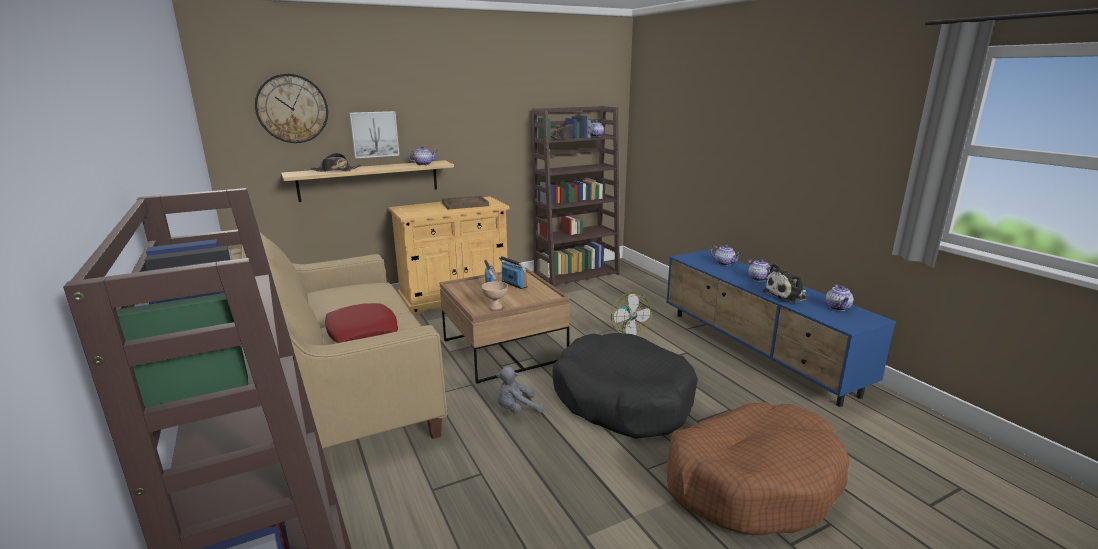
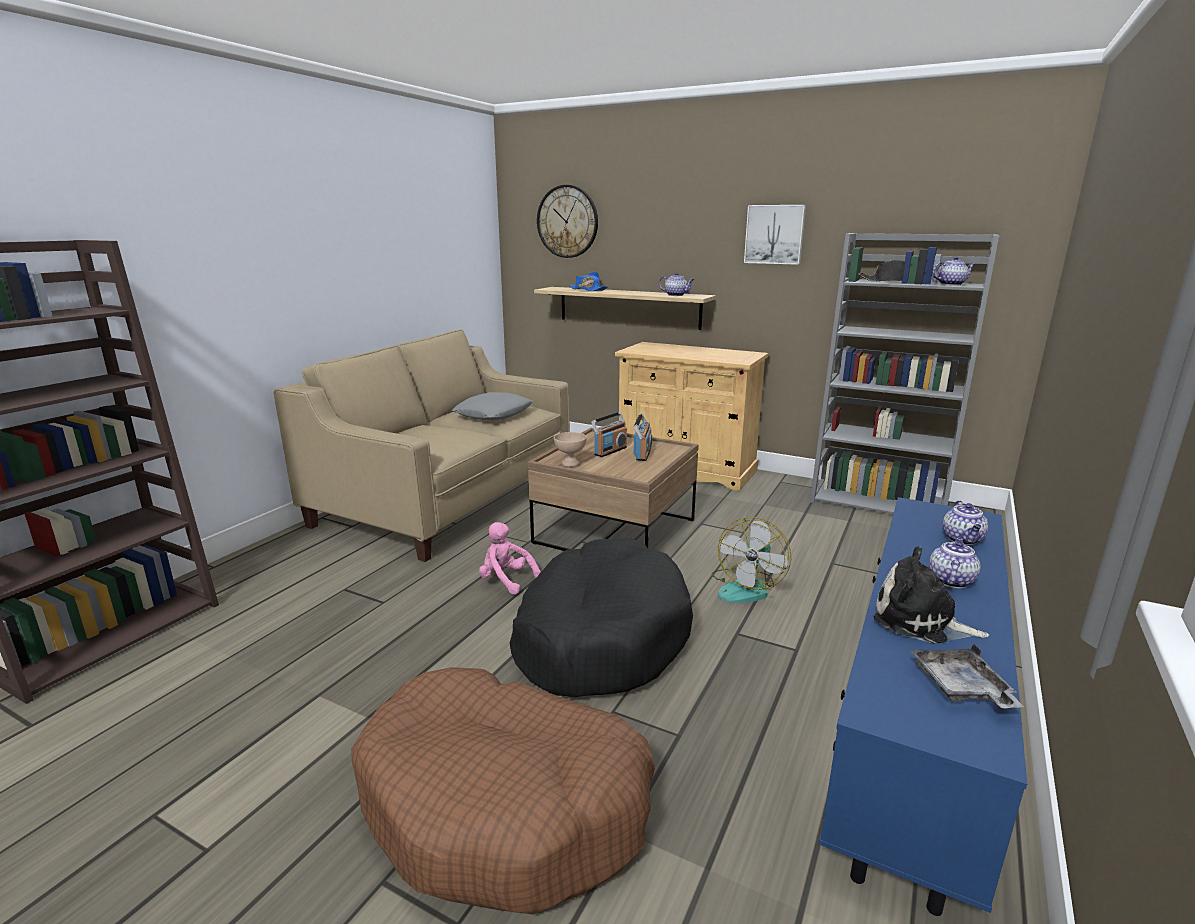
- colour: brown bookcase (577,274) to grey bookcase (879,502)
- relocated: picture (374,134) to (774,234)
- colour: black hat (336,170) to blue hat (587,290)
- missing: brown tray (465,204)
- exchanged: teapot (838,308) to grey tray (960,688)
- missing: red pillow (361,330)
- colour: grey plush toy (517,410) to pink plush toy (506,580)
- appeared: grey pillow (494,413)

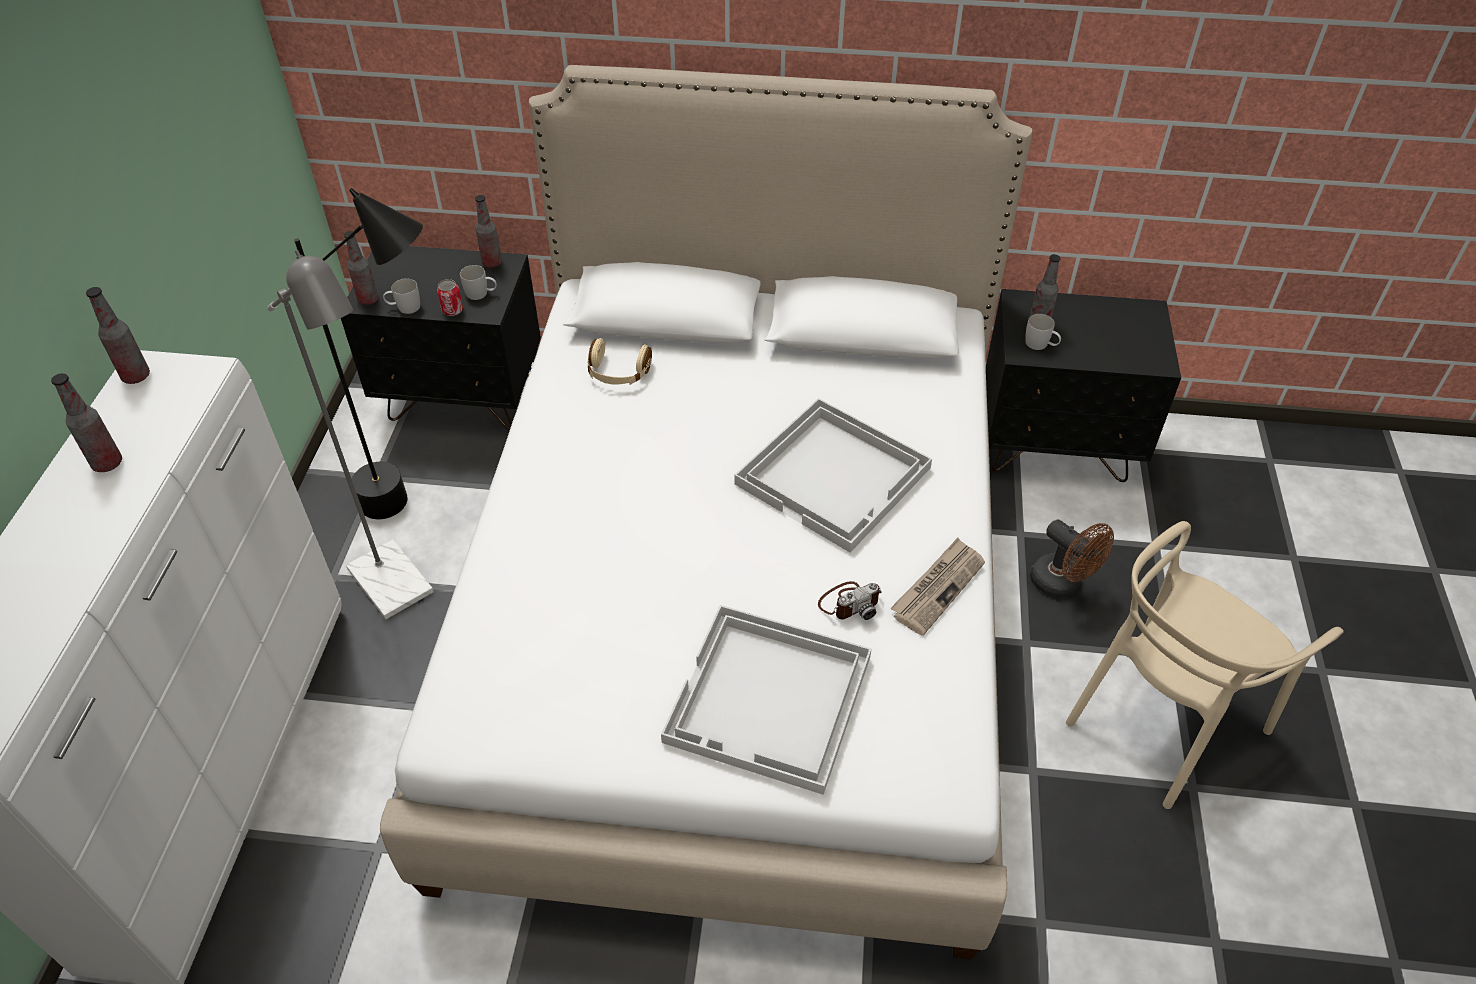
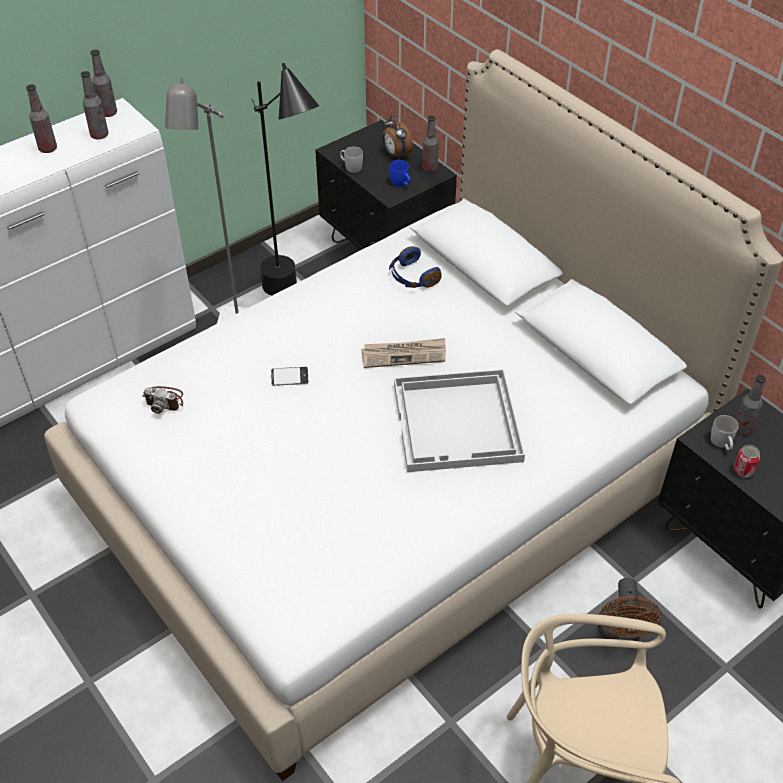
- relocated: bottle (368,300) to (99,135)
- colour: white mug (481,294) to blue mug (401,183)
- relocated: can (452,310) to (743,470)
- colour: beige headphones (618,373) to blue headphones (412,277)
- relocated: newspaper (937,587) to (404,354)
- relocated: photo camera (849,603) to (165,400)
- missing: white tray (770,701)
- appeared: alarm clock (396,155)
- appeared: phone (290,378)

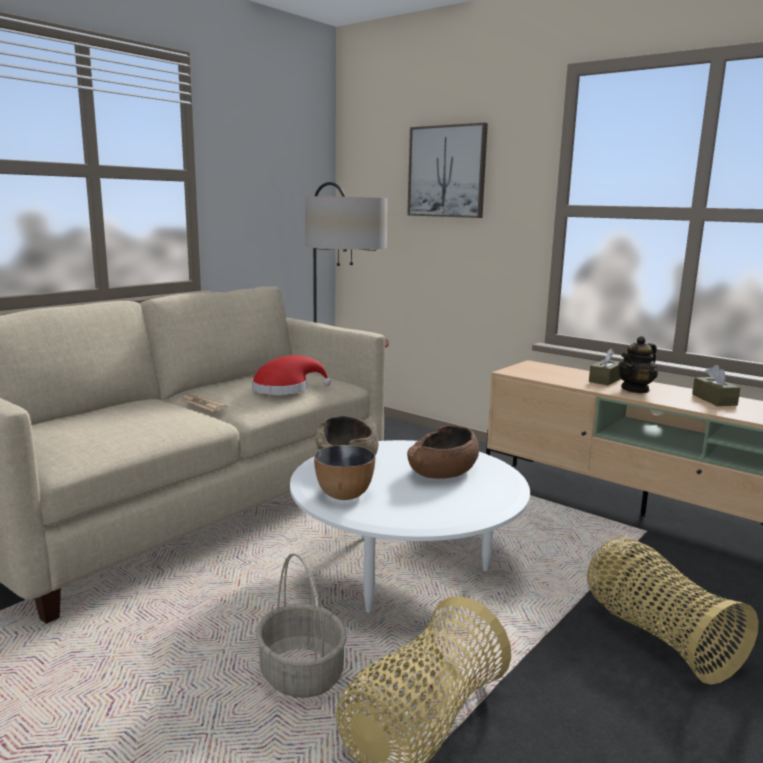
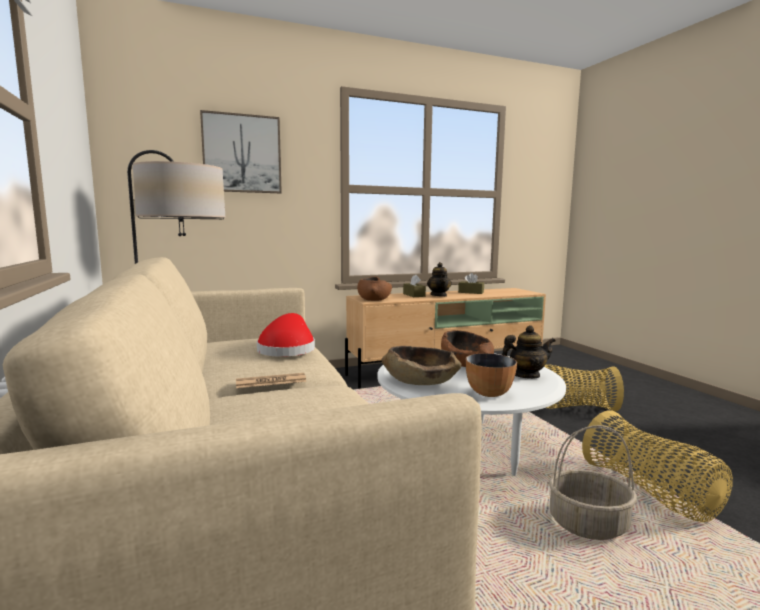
- appeared: brown bowl (374,299)
- appeared: teapot (526,375)

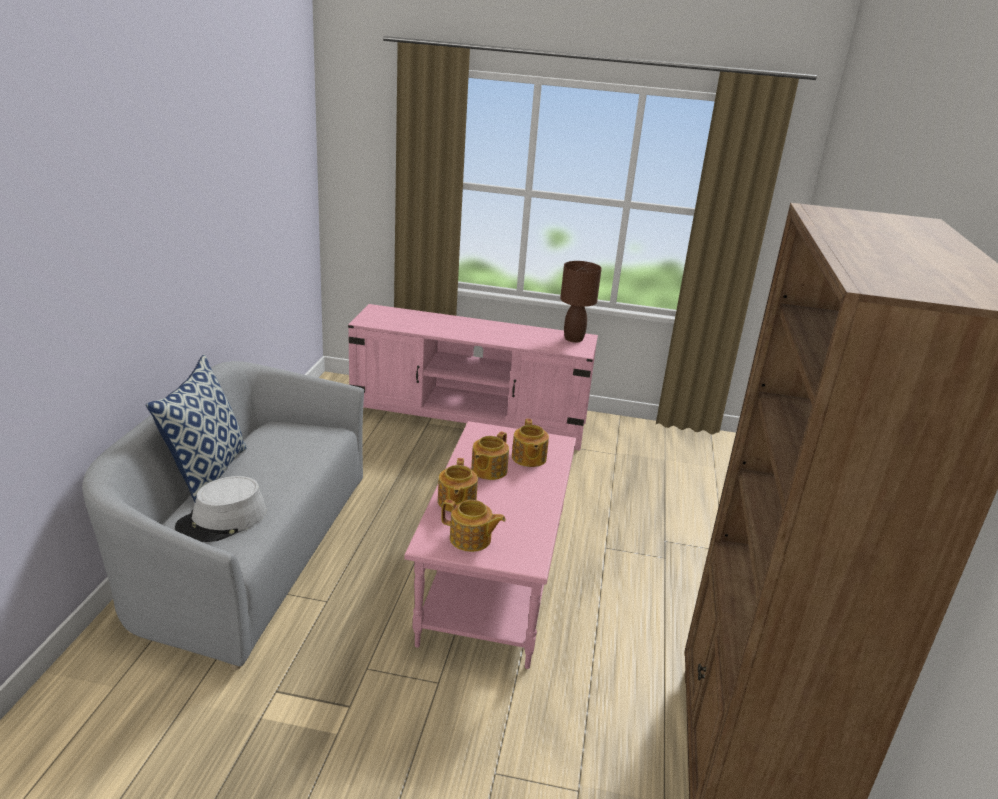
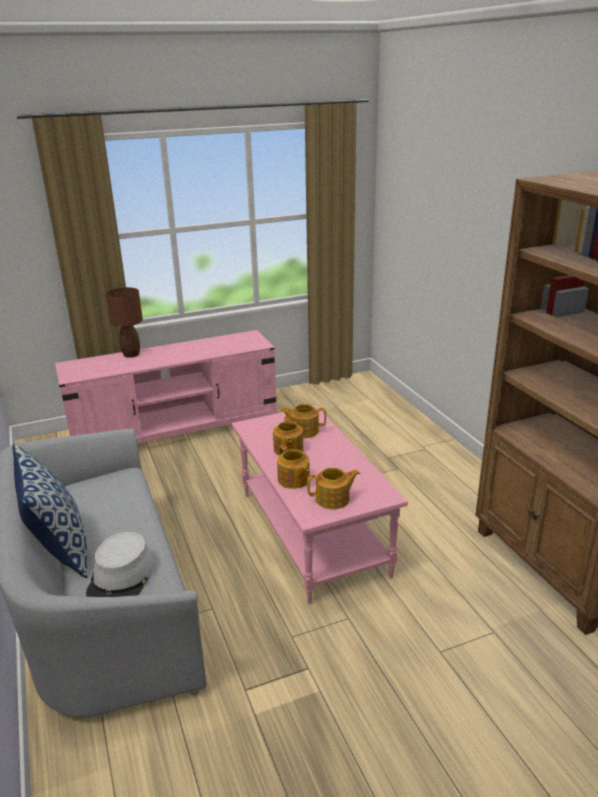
- relocated: brown table lamp (574,339) to (131,354)
- spun: teapot (528,458) = (304,431) 135 degrees clockwise

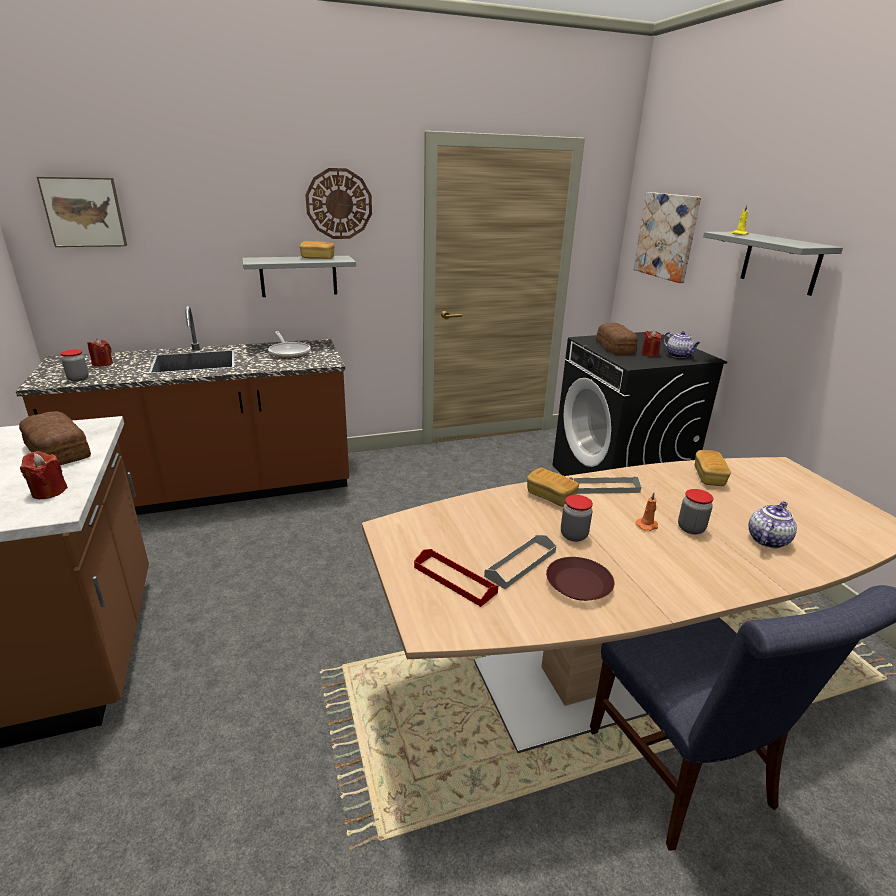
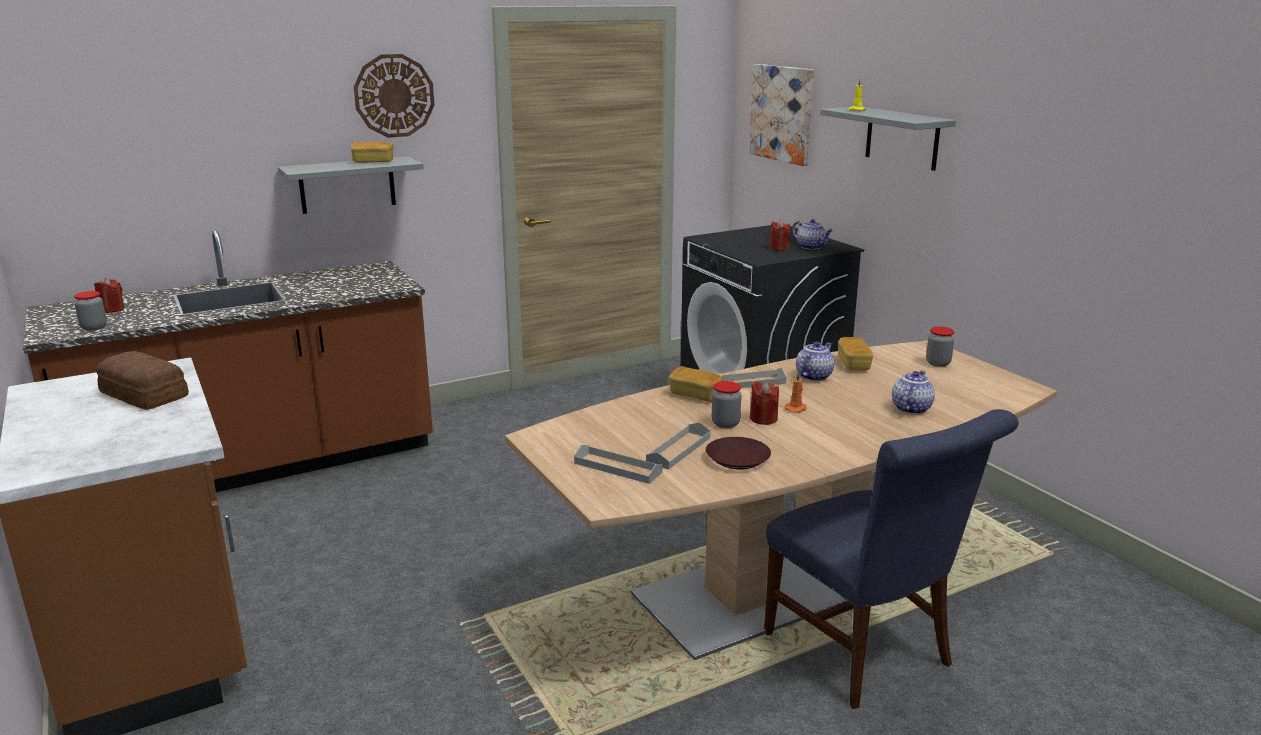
- missing: picture (84,212)
- missing: bread (615,347)
- missing: frying pan (289,352)
- relocated: red candle (49,491) to (763,419)
- relocated: jar (691,528) to (938,363)
- colour: red tray (454,579) to grey tray (617,468)
- appeared: teapot (814,376)

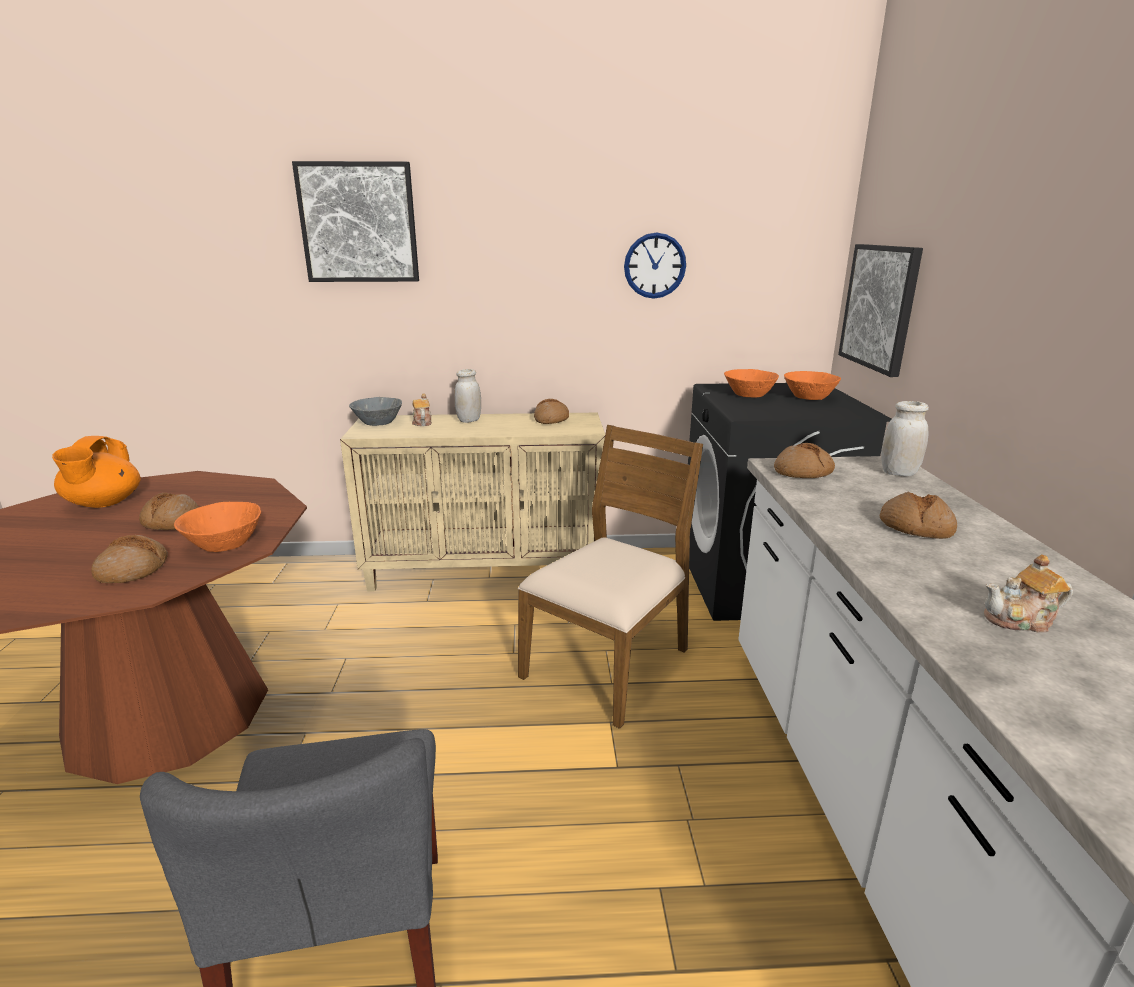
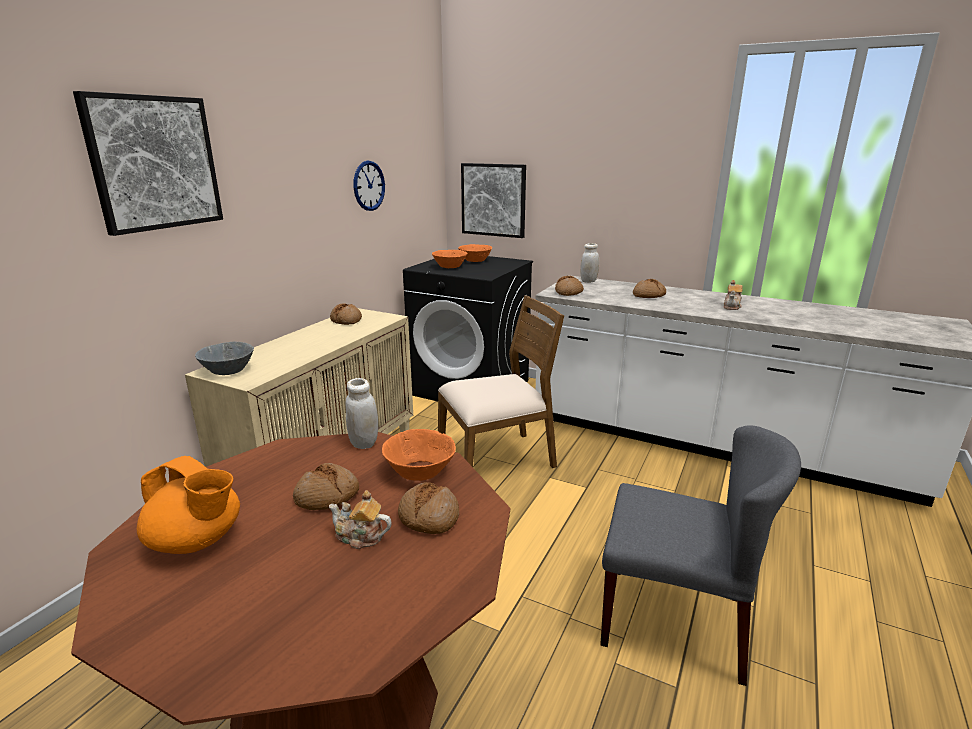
- relocated: white jar (469,420) to (364,443)
- relocated: teapot (422,422) to (360,537)
- spun: brown chair (609,663) = (497,459) 90 degrees clockwise

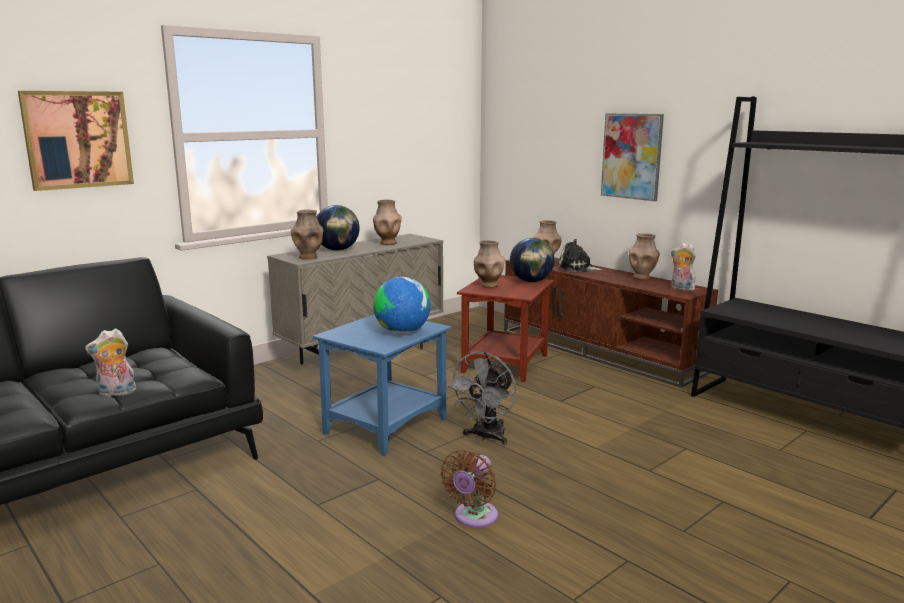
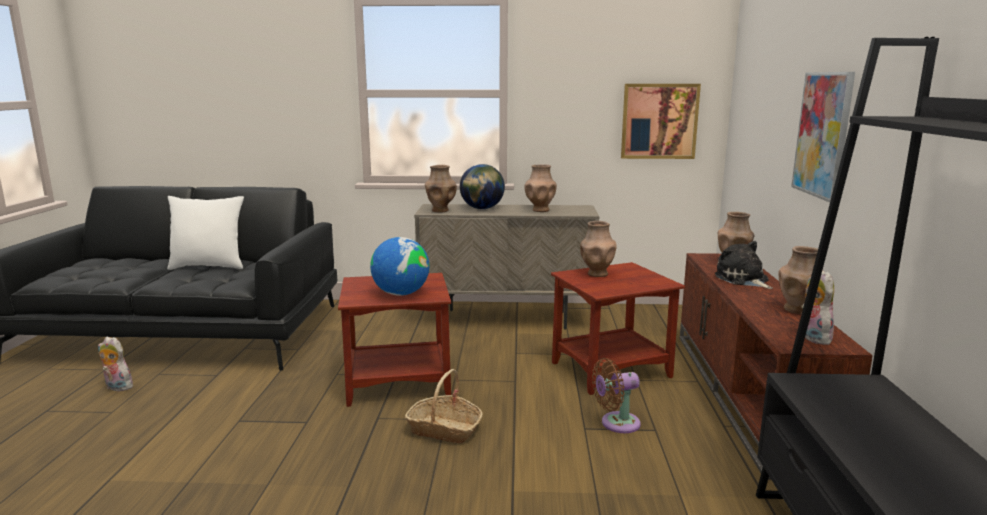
- relocated: picture (78,139) to (659,121)
- missing: globe (531,281)
- colour: blue side table (384,425) to brown side table (398,382)
- relocated: plush toy (116,393) to (117,387)
- exchanged: grey fan (486,437) to basket (444,429)
- relocated: brown fan (473,518) to (616,423)
- appeared: white pillow (209,266)

